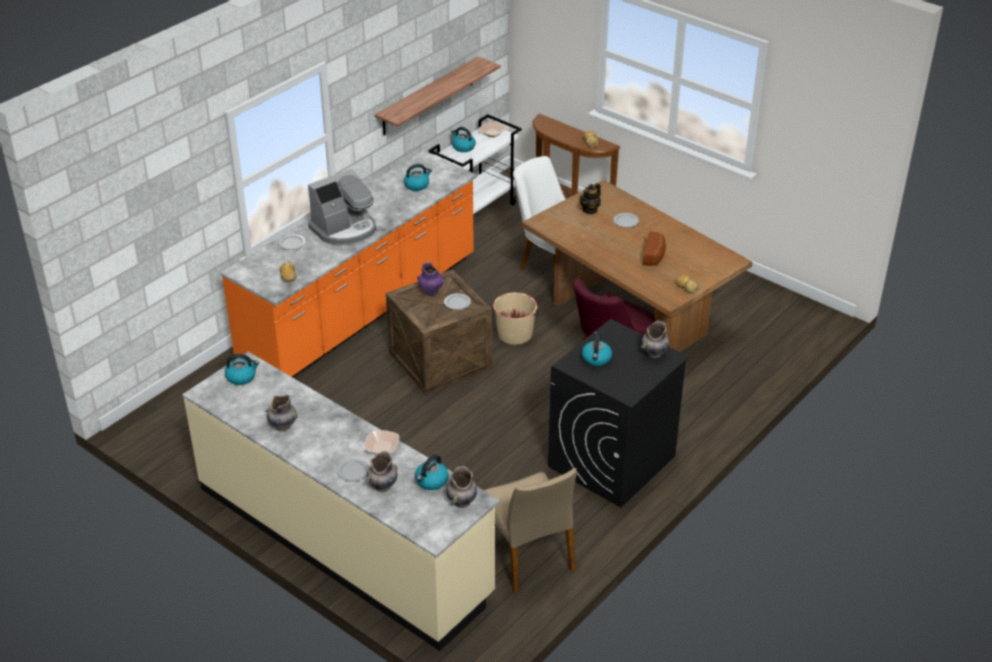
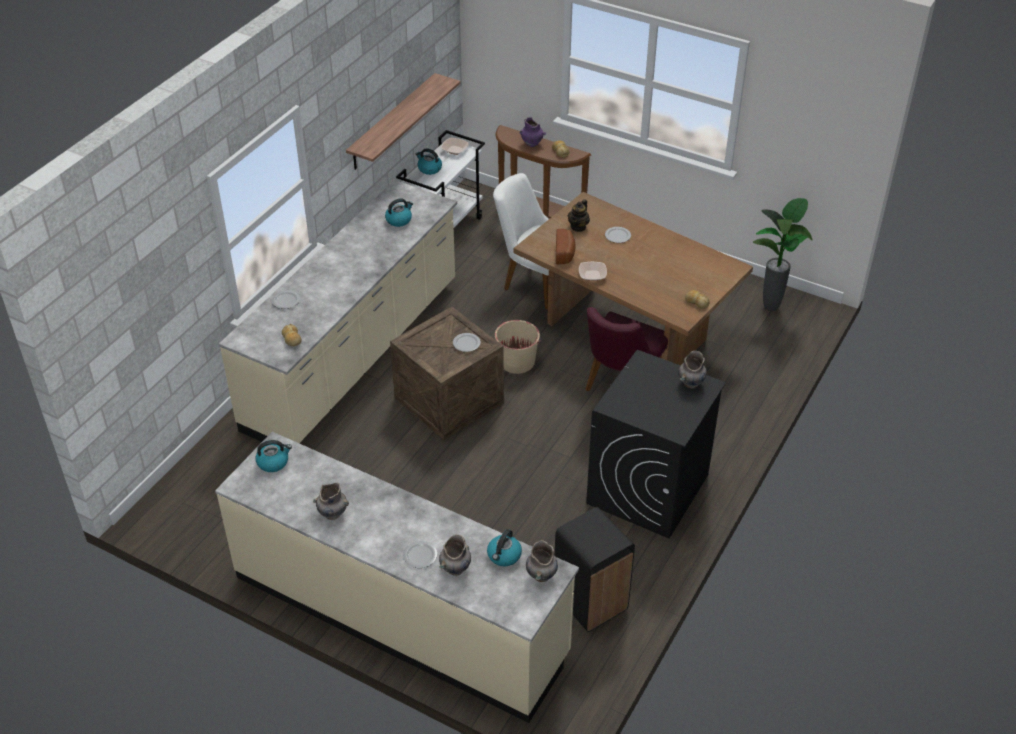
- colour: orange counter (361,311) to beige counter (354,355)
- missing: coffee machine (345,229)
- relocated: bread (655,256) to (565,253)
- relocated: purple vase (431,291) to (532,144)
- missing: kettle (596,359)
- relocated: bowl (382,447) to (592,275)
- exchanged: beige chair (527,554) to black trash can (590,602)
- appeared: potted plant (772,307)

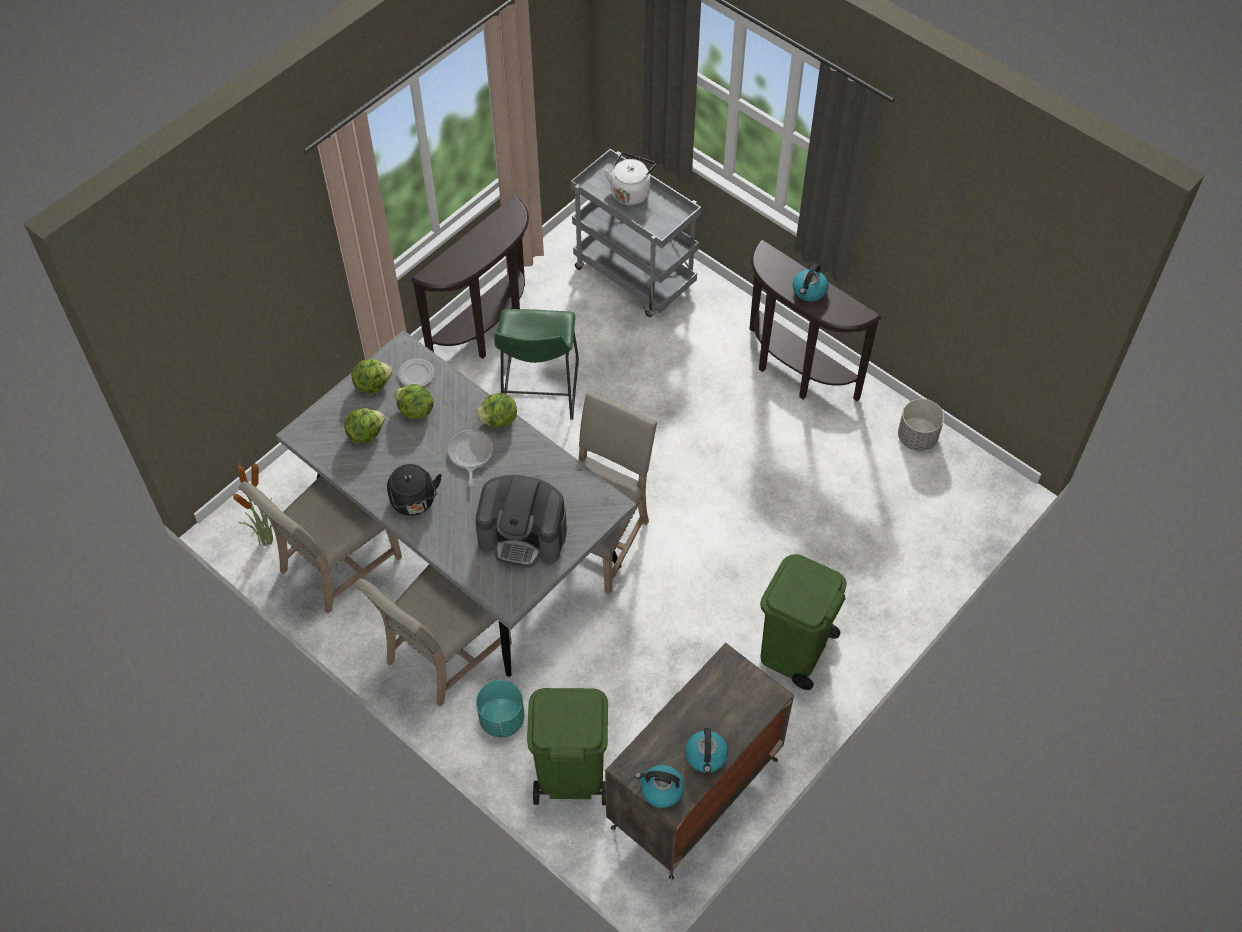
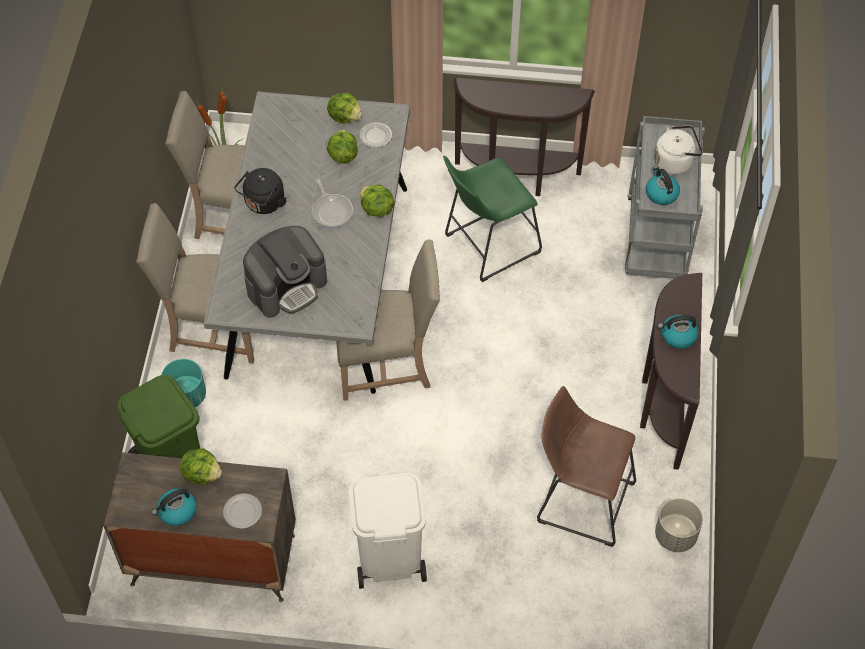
- relocated: lettuce (365,433) to (202,474)
- spun: frying pan (470,454) = (332,211) 105 degrees clockwise
- spun: coffee machine (523,535) = (286,285) 105 degrees counterclockwise
- colour: green trash can (793,651) to white trash can (389,558)
- relocated: kettle (661,790) to (661,193)
- appeared: brown stool (580,499)
- appeared: plate (242,512)

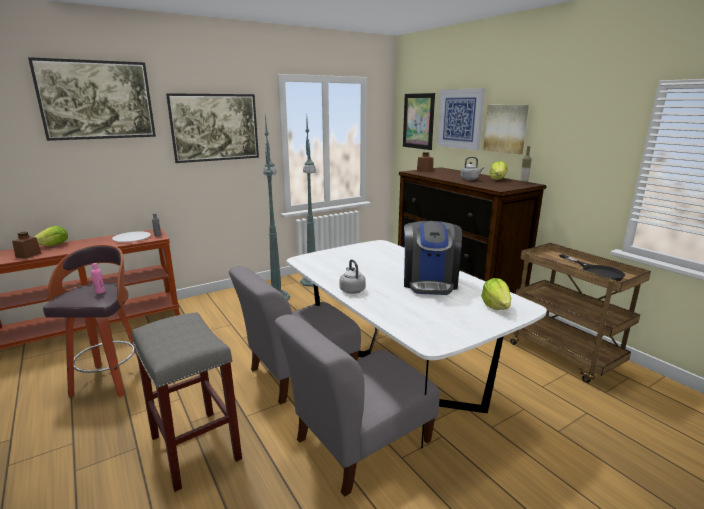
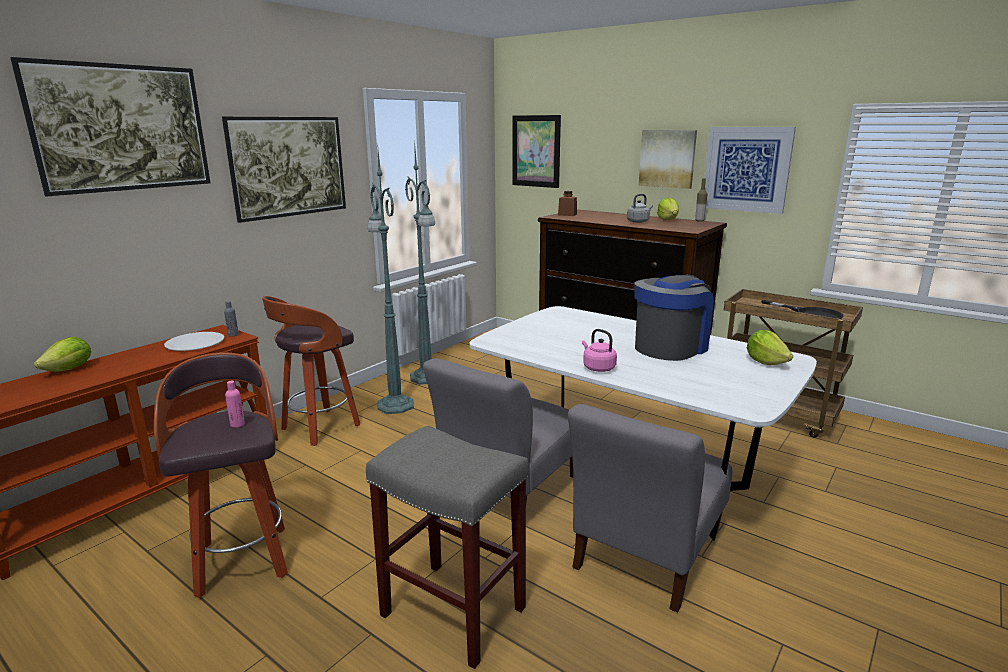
- relocated: picture (460,119) to (746,169)
- spun: coffee machine (429,282) = (670,347) 120 degrees counterclockwise
- missing: brown jar (28,255)
- colour: grey kettle (352,290) to pink kettle (597,368)
- appeared: stool (319,428)

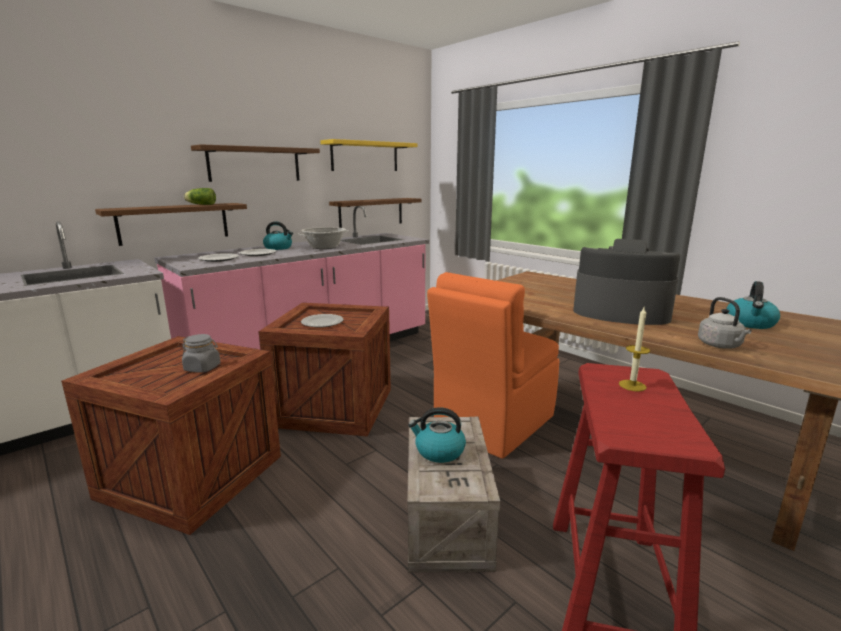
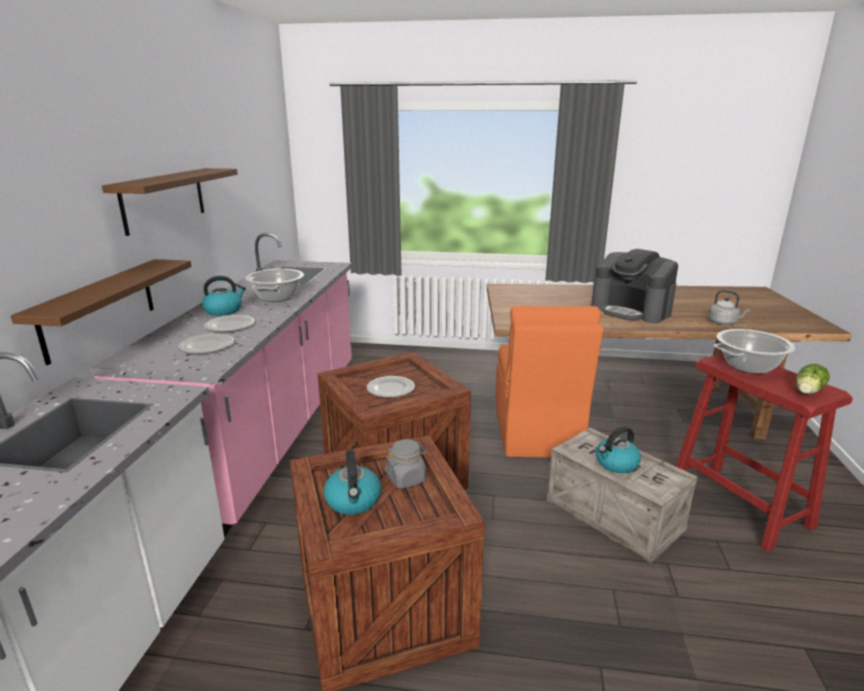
- missing: yellow shelf (365,156)
- relocated: lettuce (200,204) to (807,391)
- missing: brown shelf (371,212)
- spun: coffee machine (620,312) = (631,310) 120 degrees counterclockwise
- relocated: kettle (750,323) to (353,501)
- exchanged: candle (632,385) to cooking pot (748,366)

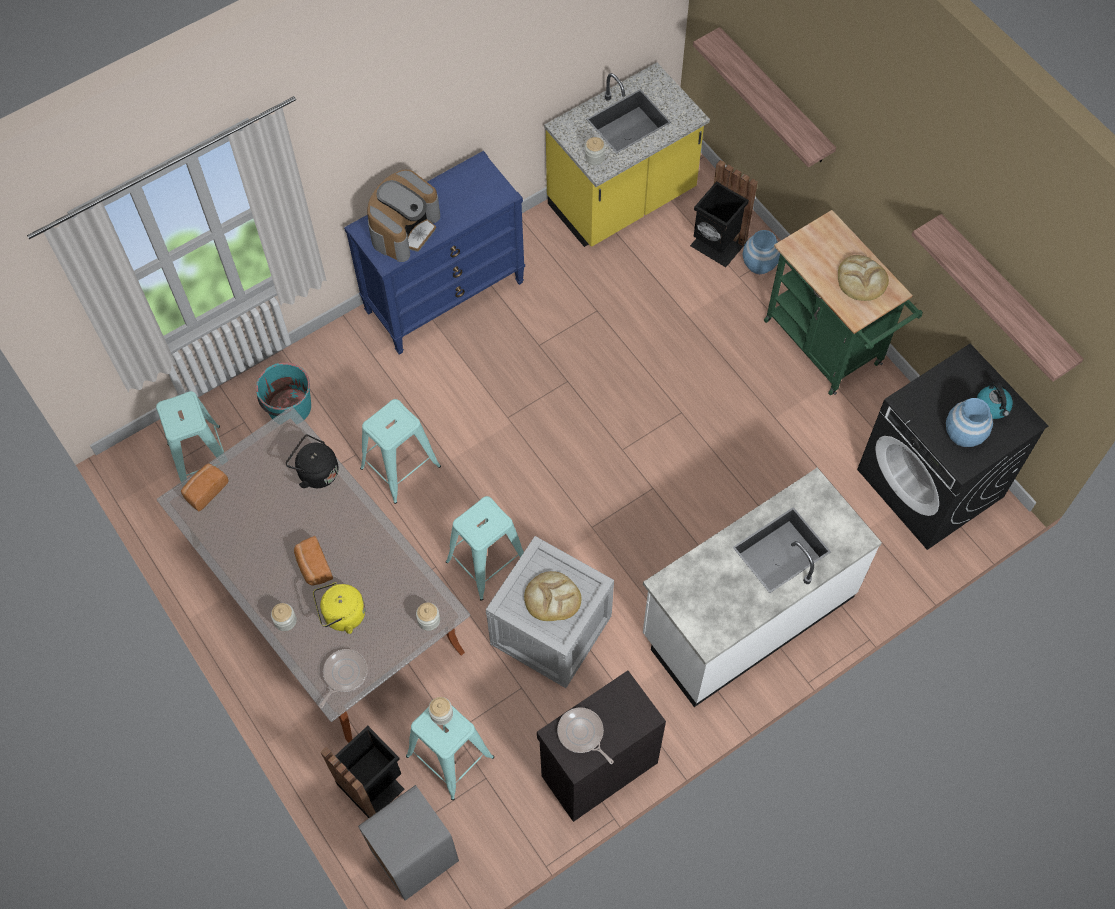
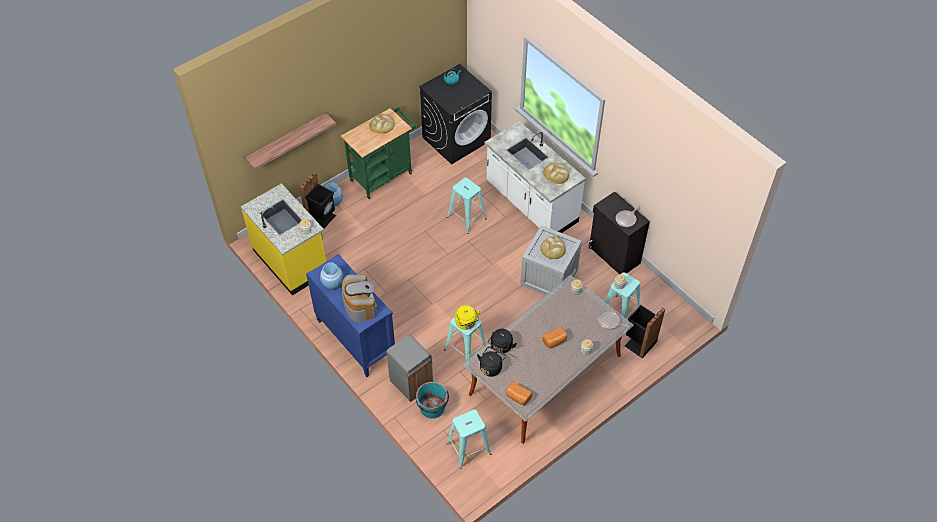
- spun: coffee machine (404,228) = (359,304) 45 degrees clockwise
- missing: shelf (1005,295)
- relocated: blue vase (963,434) to (333,283)
- relocated: turquoise stool (487,562) to (466,218)
- relocated: yellow kettle (342,615) to (466,323)
- relocated: grey trash can (414,857) to (411,384)
- appeared: bread (556,174)
- appeared: black kettle (491,367)

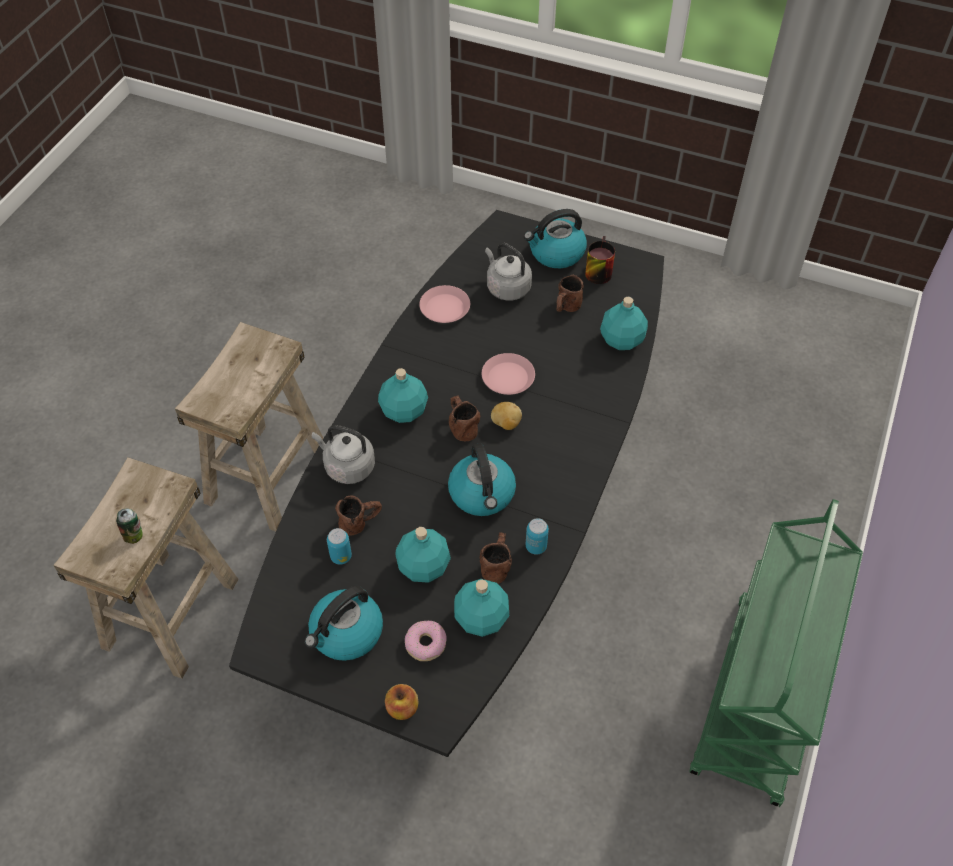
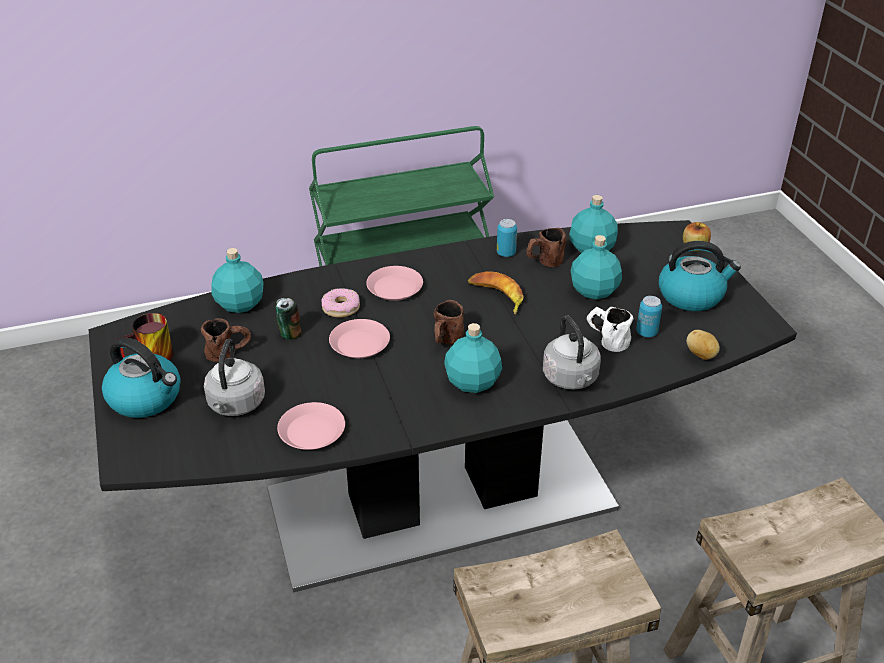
- relocated: potato (506,423) to (701,355)
- exchanged: kettle (482,494) to banana (496,296)
- colour: brown mug (361,522) to white mug (606,340)
- relocated: can (134,535) to (289,334)
- relocated: donut (425,643) to (341,308)
- appeared: pink plate (394,288)

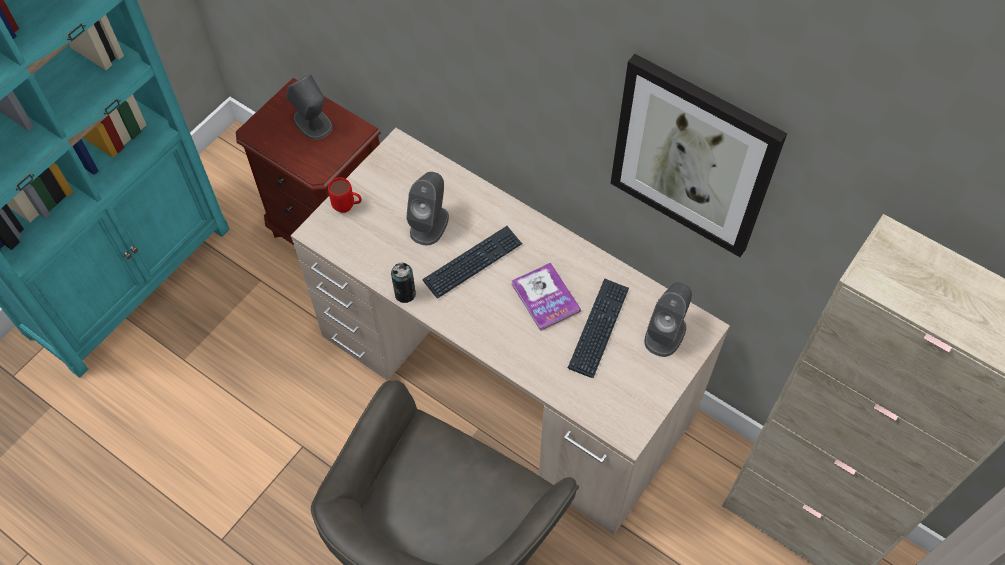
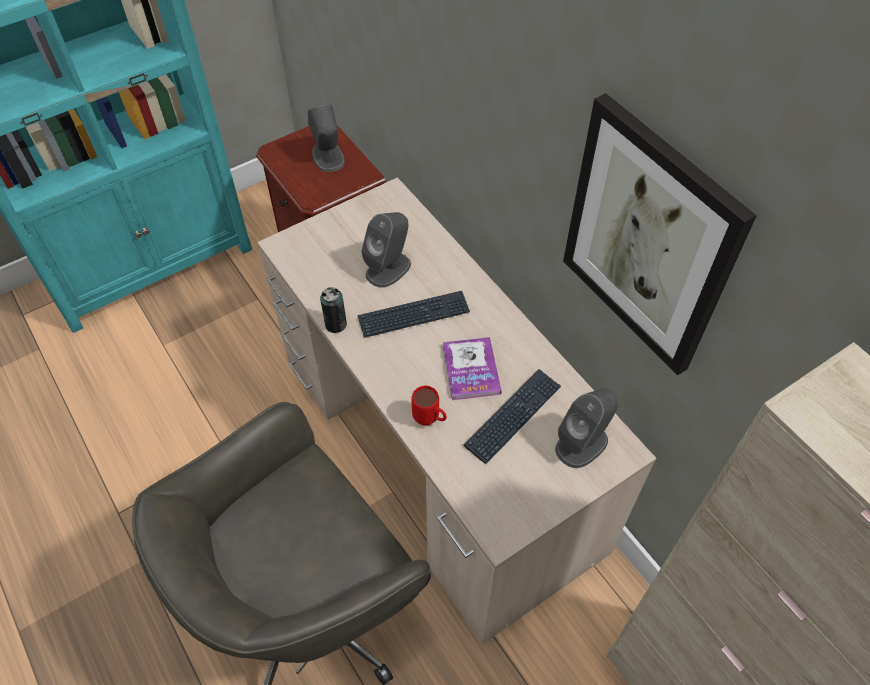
- relocated: red mug (348,207) to (430,420)

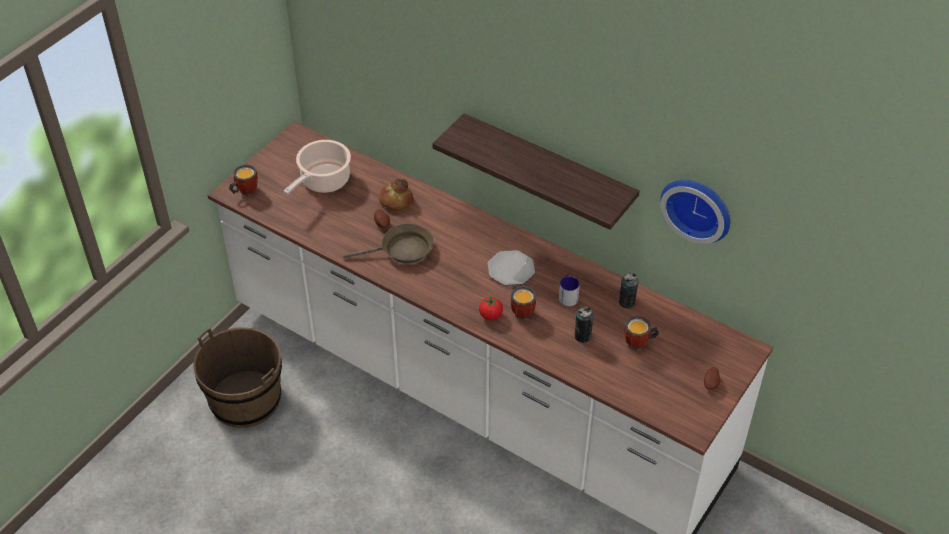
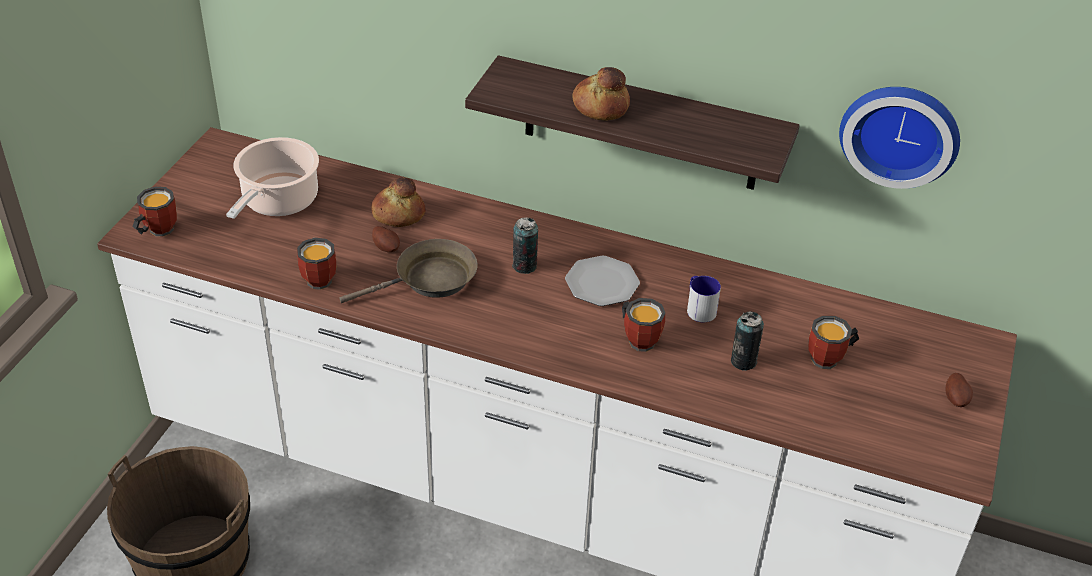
- relocated: can (627,302) to (524,266)
- missing: tomato (490,315)
- appeared: bread (600,106)
- appeared: mug (319,277)

